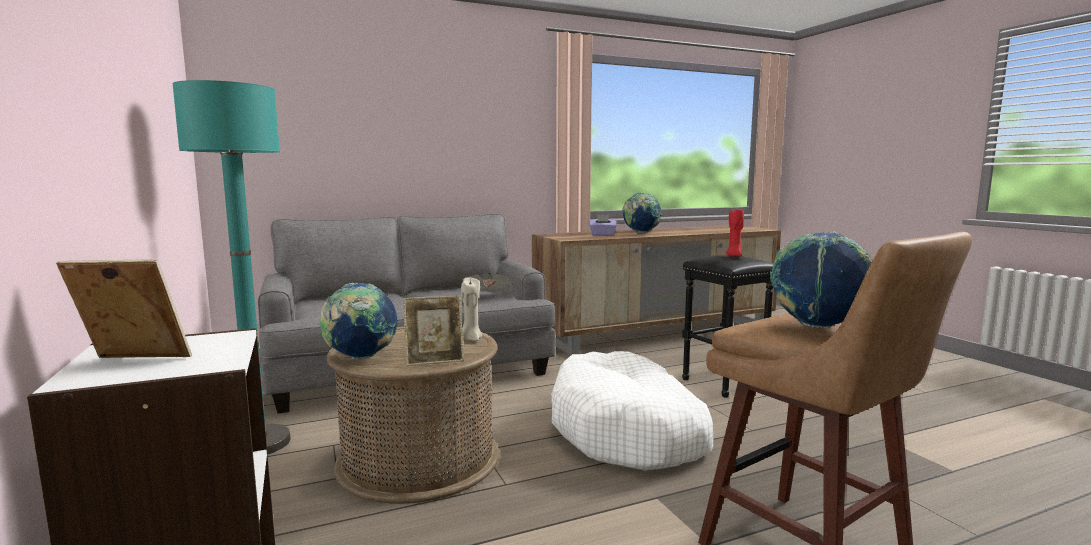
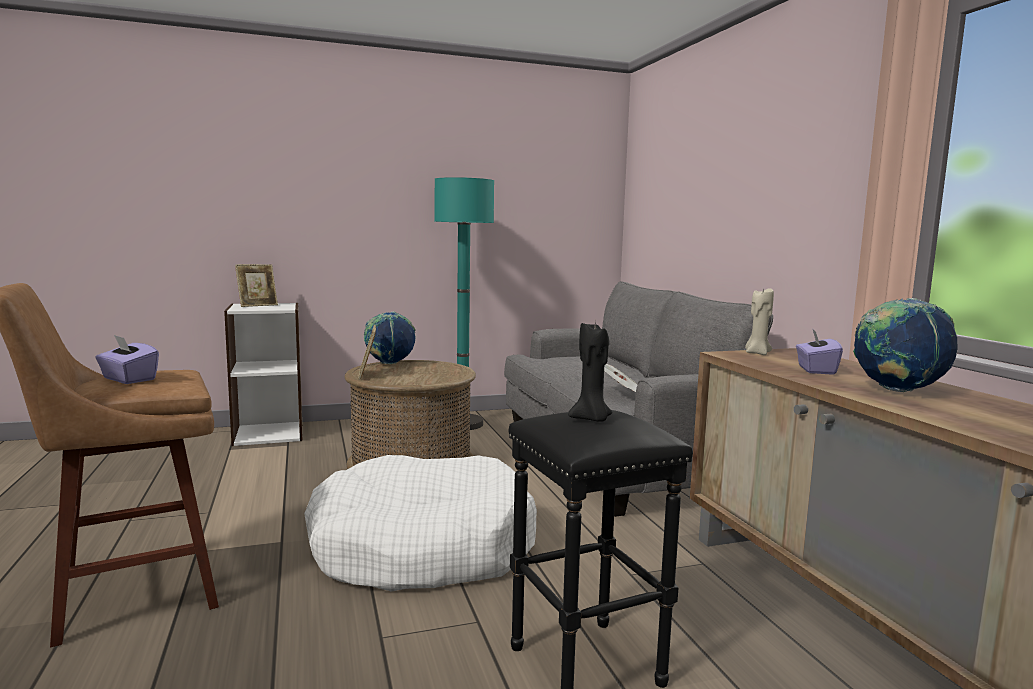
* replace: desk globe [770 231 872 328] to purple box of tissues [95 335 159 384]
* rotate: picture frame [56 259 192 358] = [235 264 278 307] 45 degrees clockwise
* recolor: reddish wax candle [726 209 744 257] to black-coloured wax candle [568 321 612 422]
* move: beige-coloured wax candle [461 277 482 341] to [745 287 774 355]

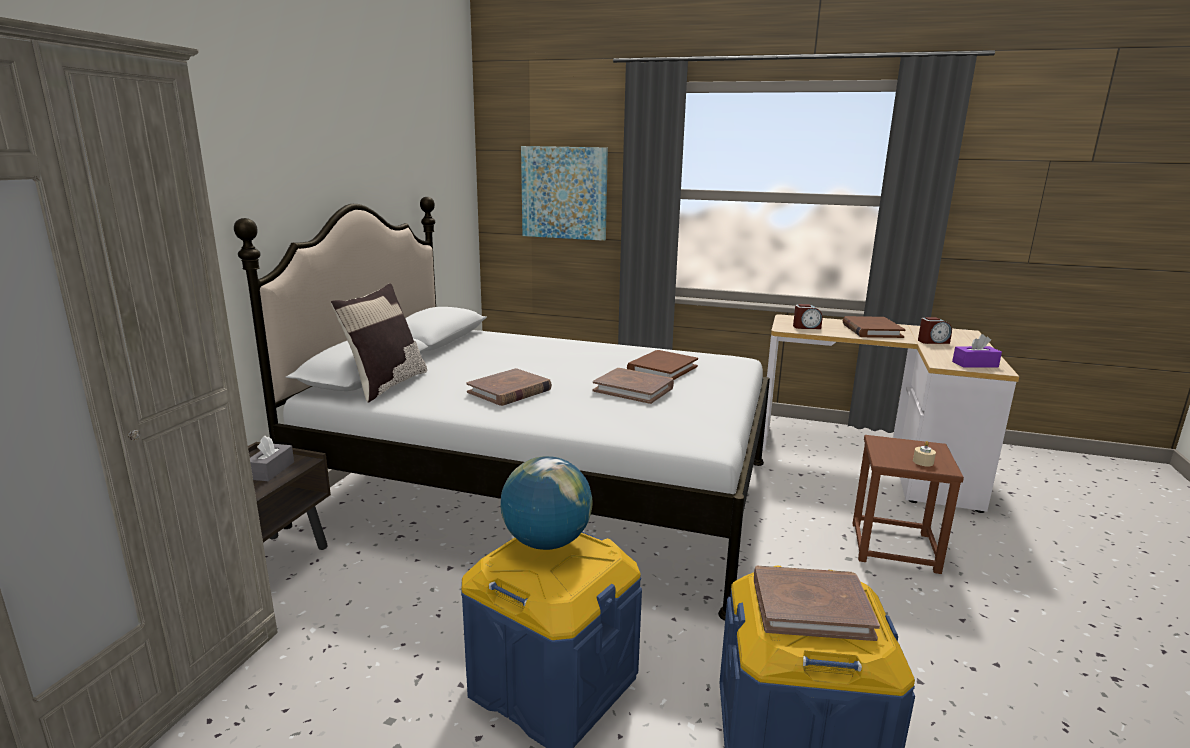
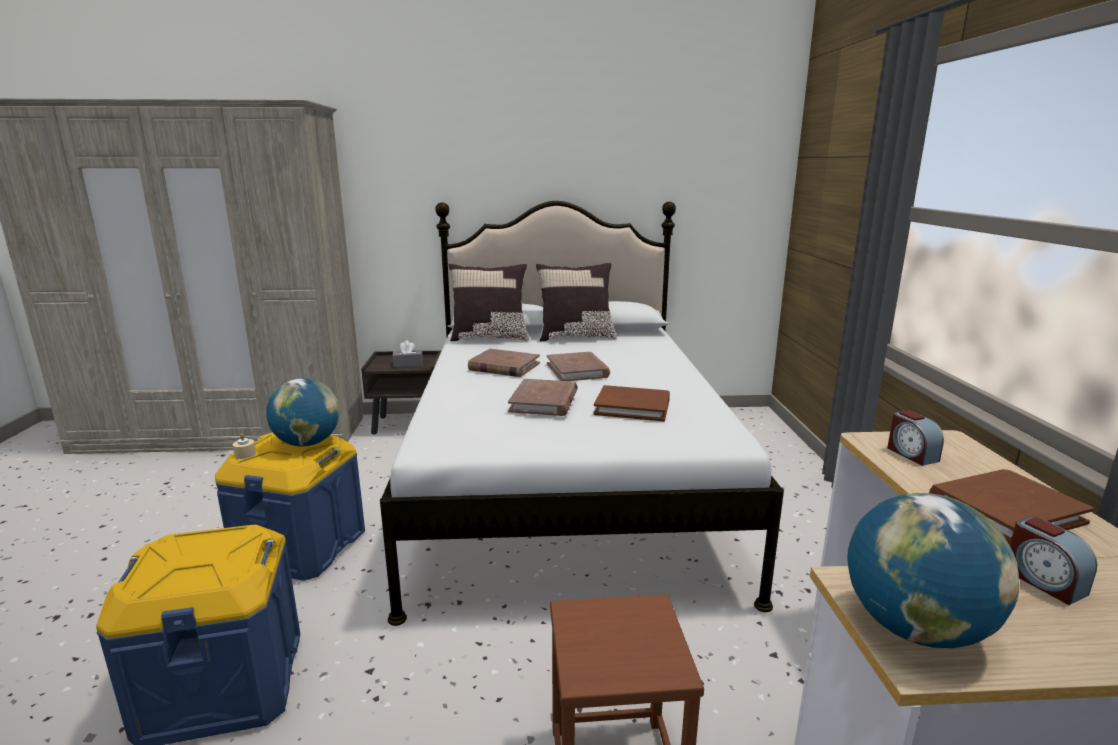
* move: beige-coloured wax candle [913 441 936 466] to [233 433 256 459]
* insert: pillow [536 263 617 341]
* move: brown book [754 566 880 641] to [547 352 610 381]
* replace: purple box of tissues [952 334 1002 368] to desk globe [847 493 1019 648]
* delete: wall picture [521 146 608 241]

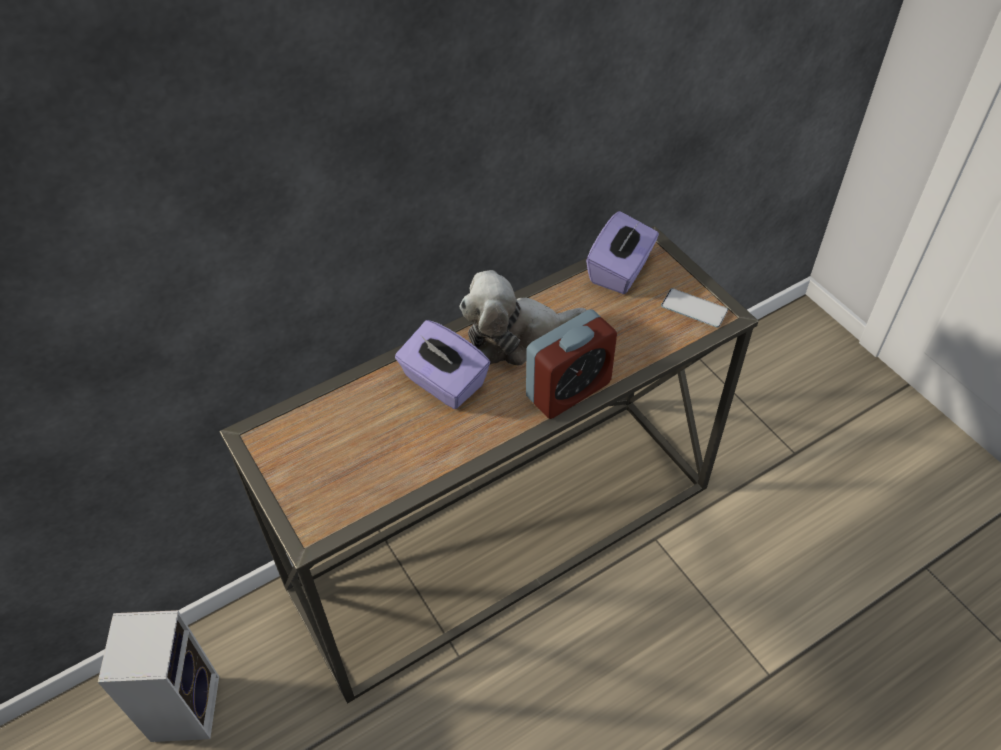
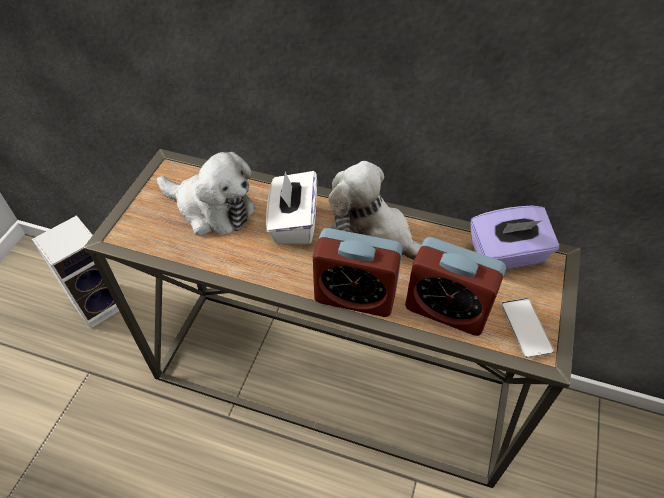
* insert: cuddly toy [157 152 255 235]
* recolor: purple box of tissues [395 320 490 409] to whitish box of tissues [266 171 317 244]
* insert: alarm clock [405 237 506 336]

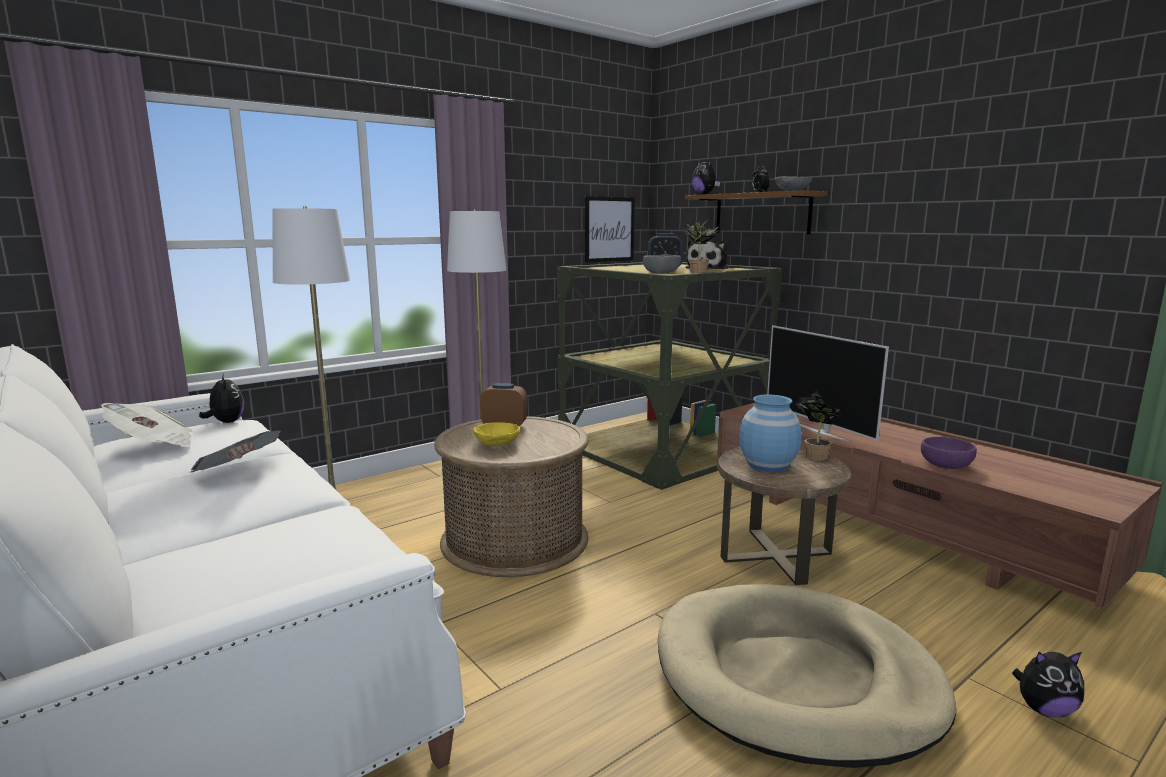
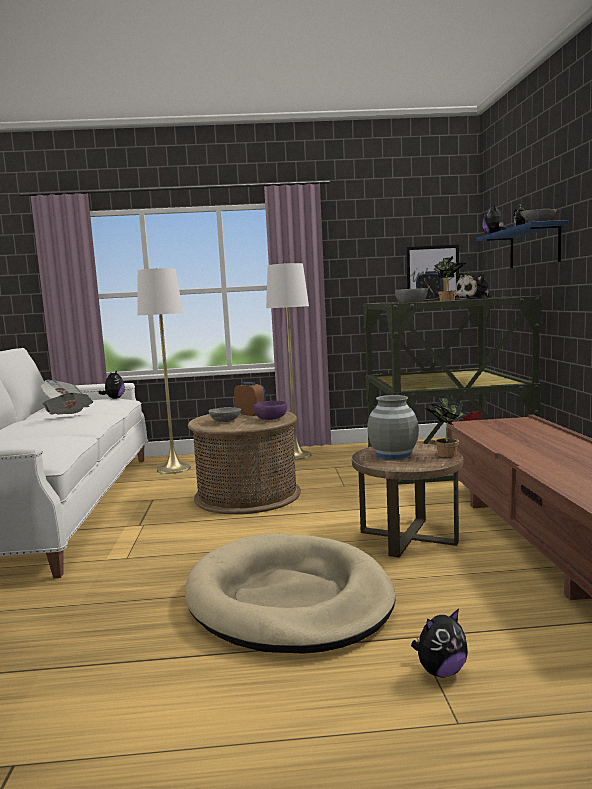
* recolor: yellowish serving bowl [473 422 520 446] to grey serving bowl [208 407 241 422]
* move: purple serving bowl [921 437 977 469] to [254 401 287 420]
* recolor: bluish flower vase [739 394 802 472] to grey flower vase [367 395 419 459]
* rotate: cuddly toy [1012 652 1084 717] = [411 609 468 677] 60 degrees counterclockwise
* recolor: brown wall shelf [685 190 827 234] to bluish wall shelf [476 220 569 268]
* delete: TV set [767 325 889 442]

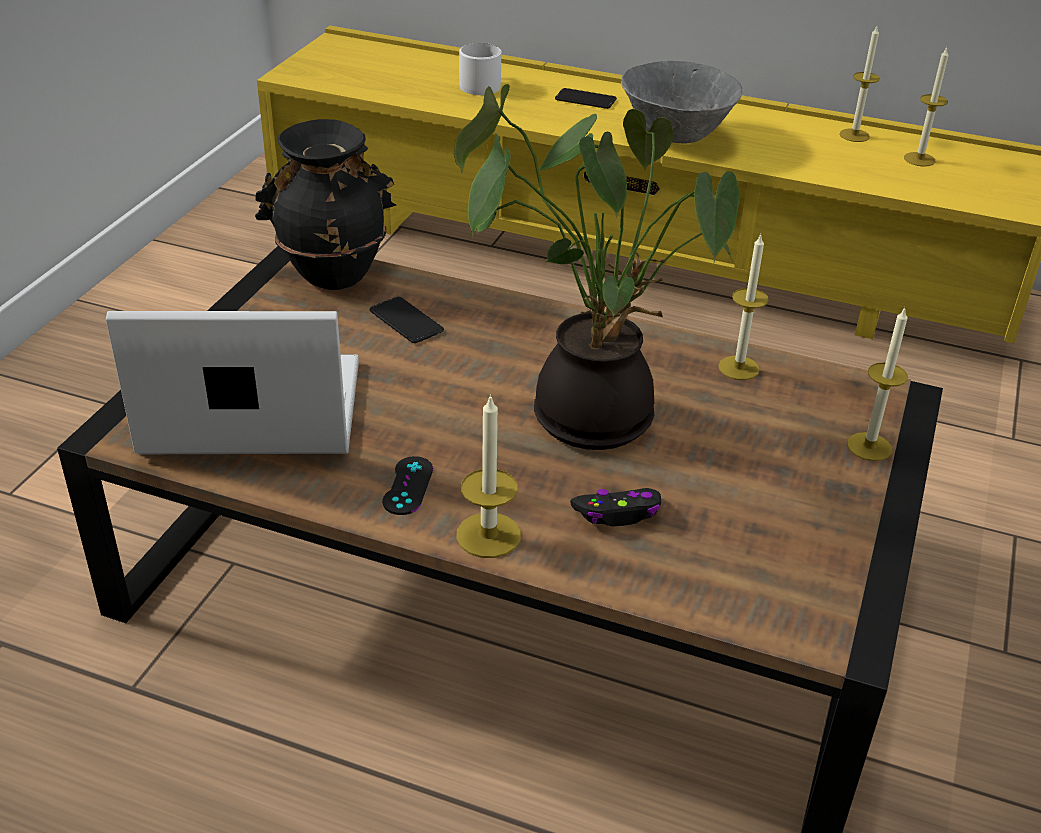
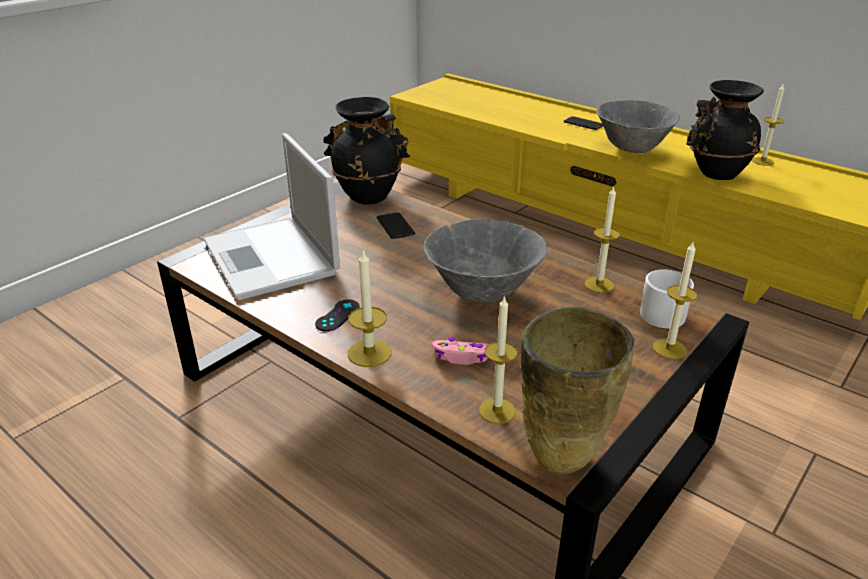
* rotate: notebook computer [106 311 359 454] = [203 133 340 300] 135 degrees counterclockwise
* replace: houseplant [454 84 740 450] to grey serving bowl [424 219 547 303]
* recolor: black-coloured joypad [570 488 661 526] to pinkish joypad [432 337 488 365]
* move: wax candle [904 48 949 167] to [479 295 517 424]
* insert: beige-coloured flower vase [520 307 635 474]
* move: whitish mug [459 43 501 95] to [640 269 694 328]
* insert: black-coloured flower vase [686 80 764 180]

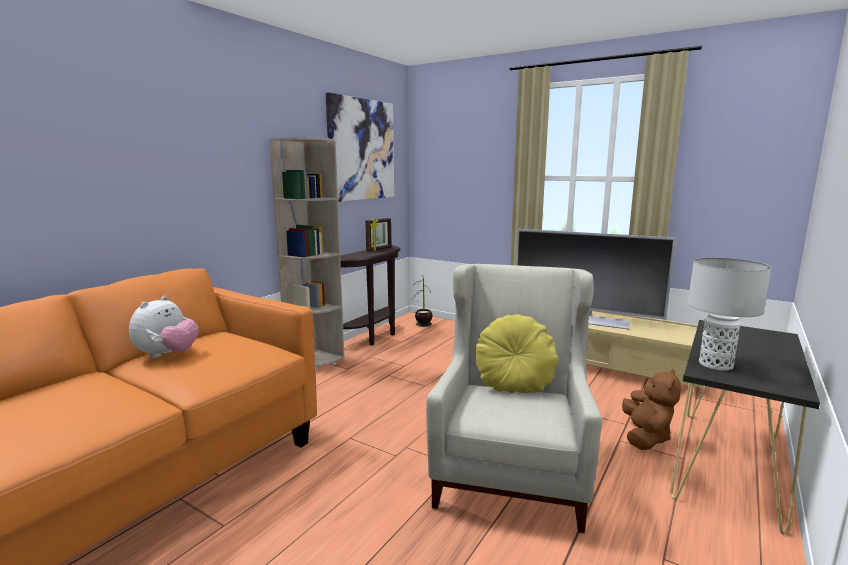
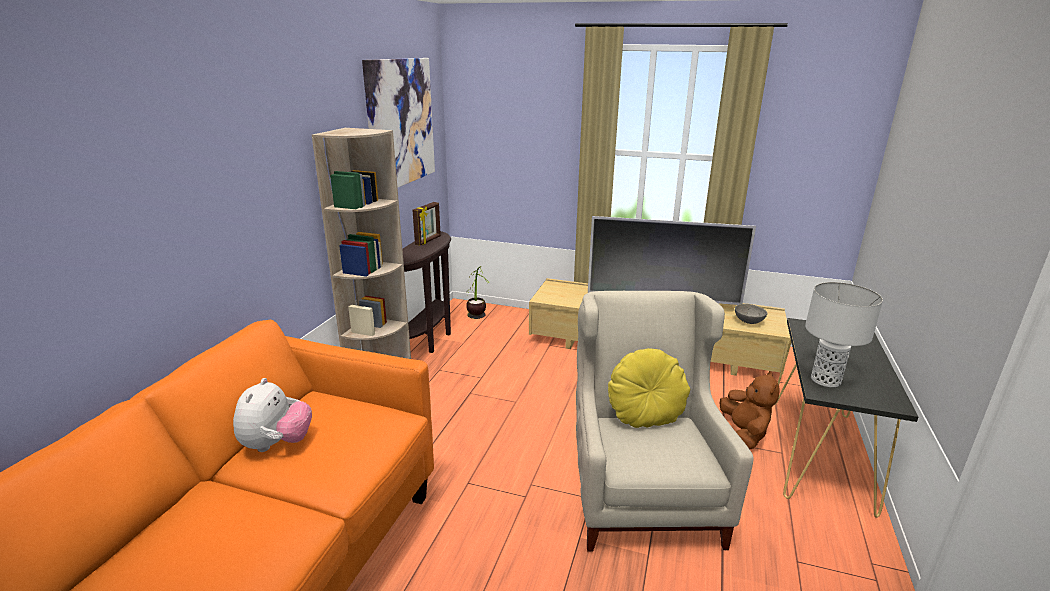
* insert: grey serving bowl [735 304 767 324]

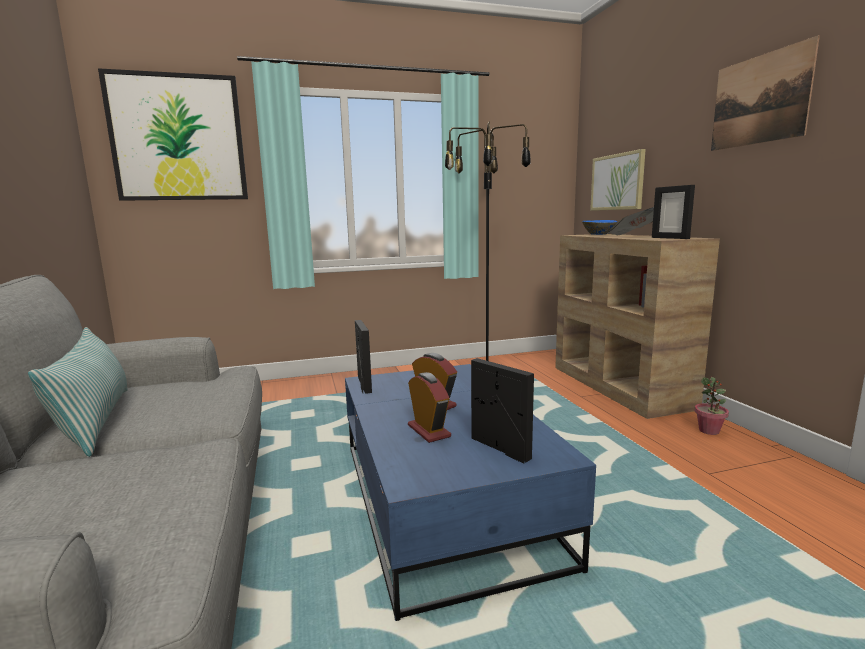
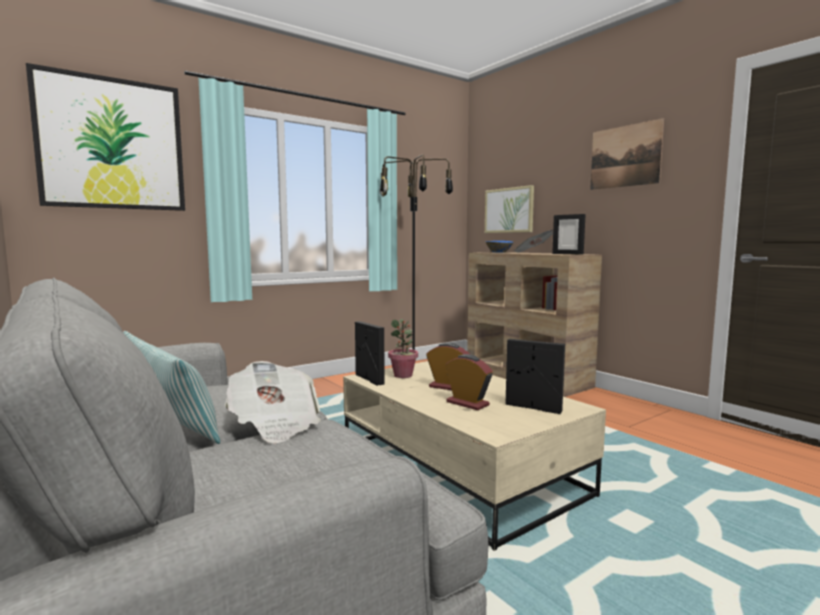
* insert: newspaper [225 361 321 443]
* recolor: bluish low table [345 364 596 621] to beige-coloured low table [343 361 606 551]
* move: houseplant [694 377 729 435] to [388 319 418 378]

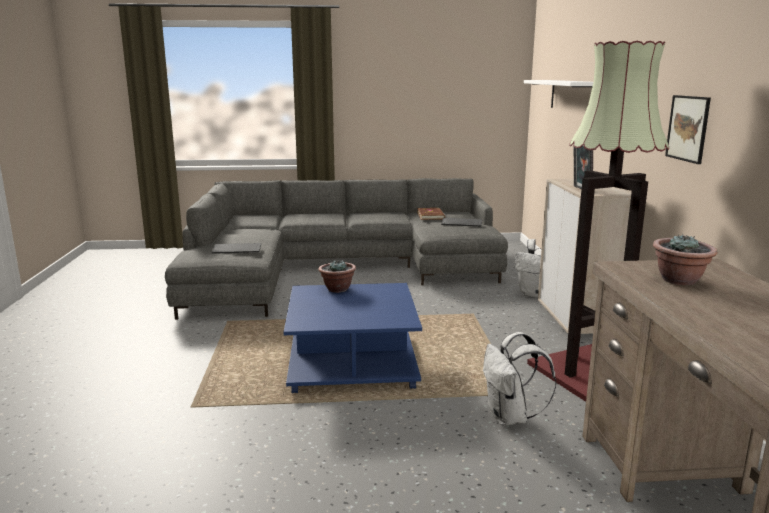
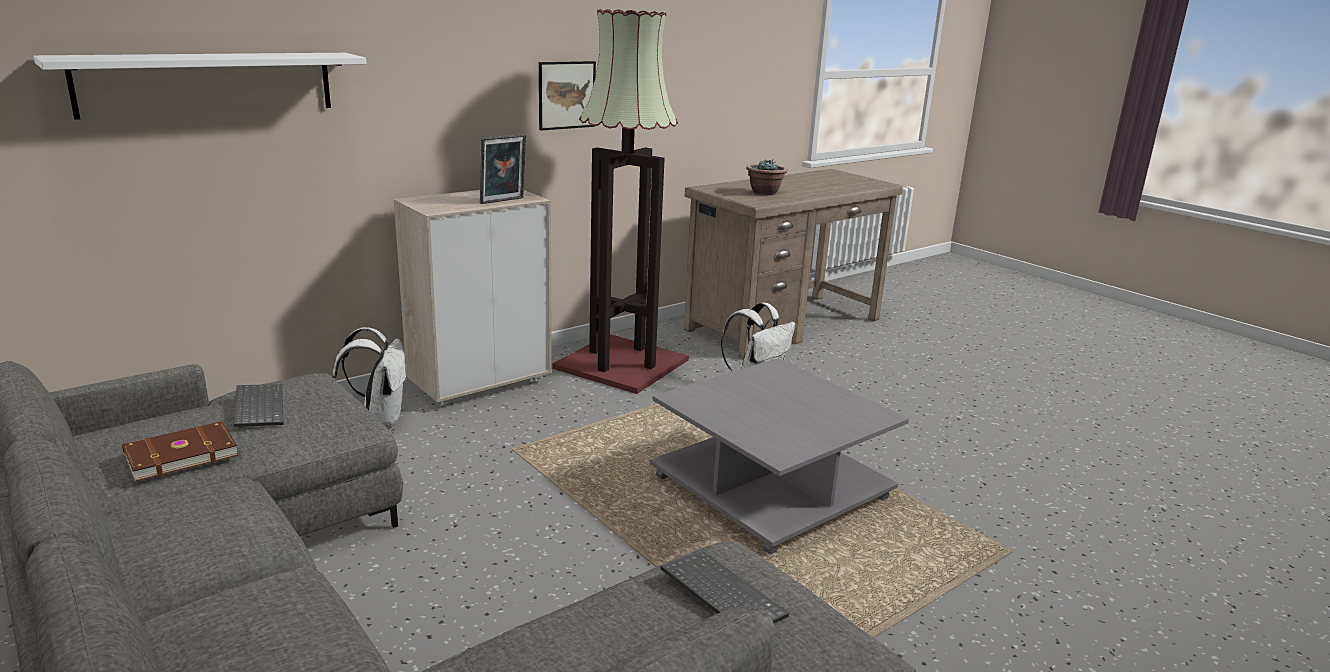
* recolor: bluish low table [284 283 422 393] to grey low table [650 358 909 555]
* delete: houseplant [318 260 356 293]

